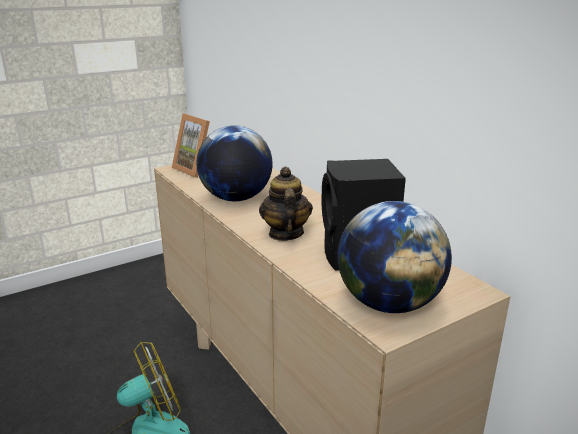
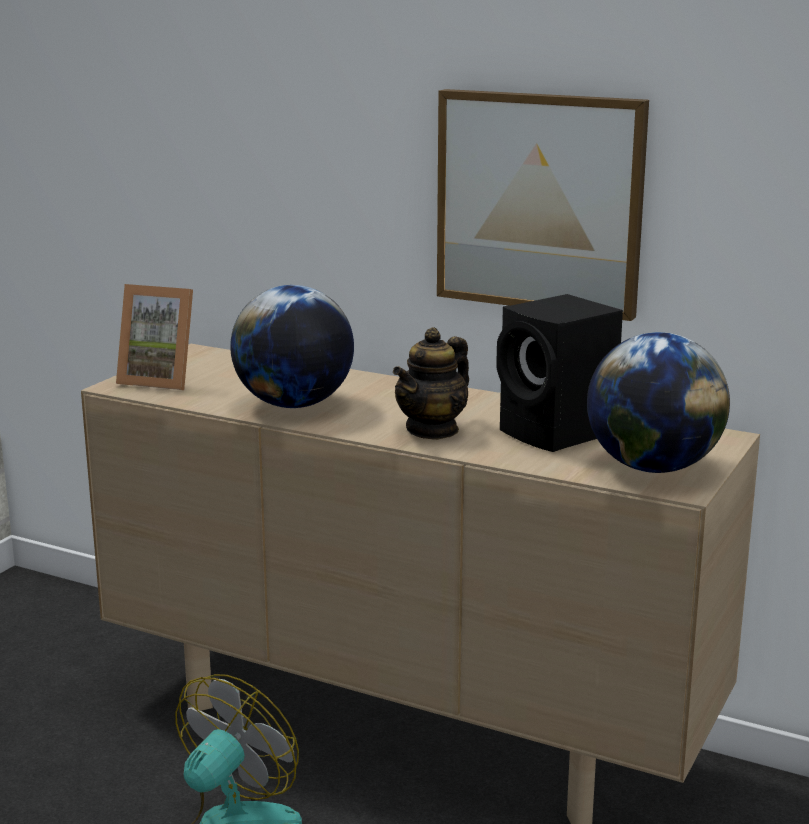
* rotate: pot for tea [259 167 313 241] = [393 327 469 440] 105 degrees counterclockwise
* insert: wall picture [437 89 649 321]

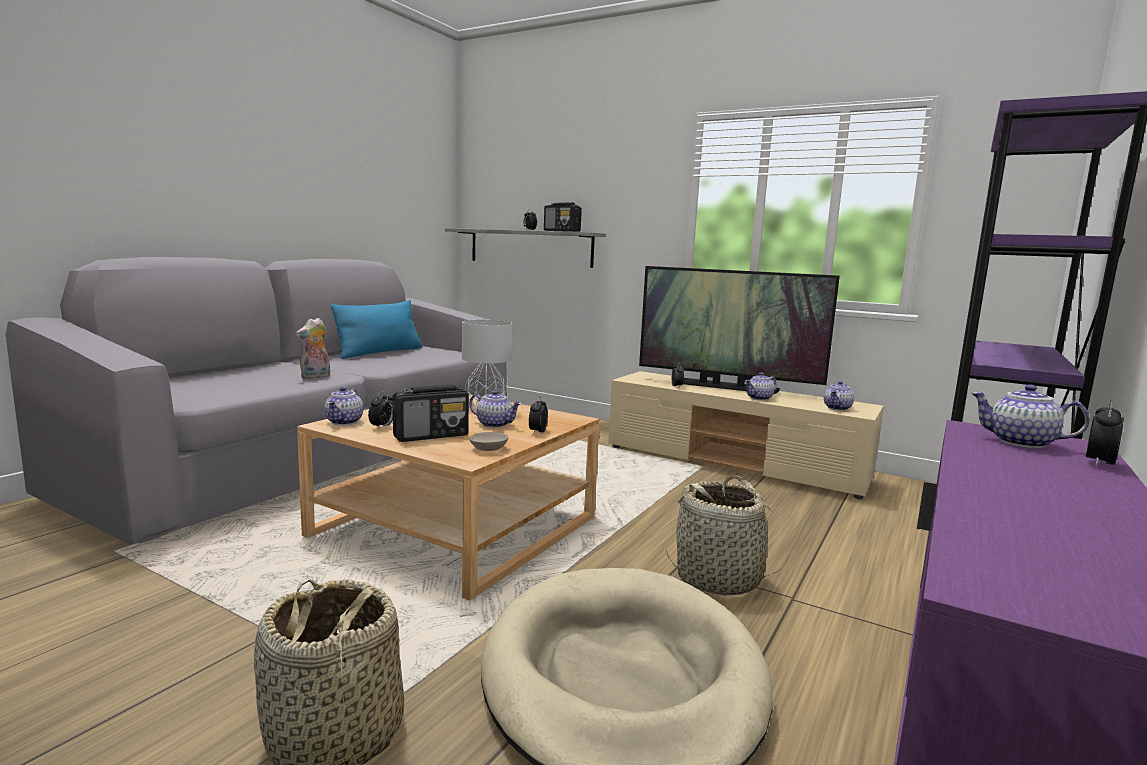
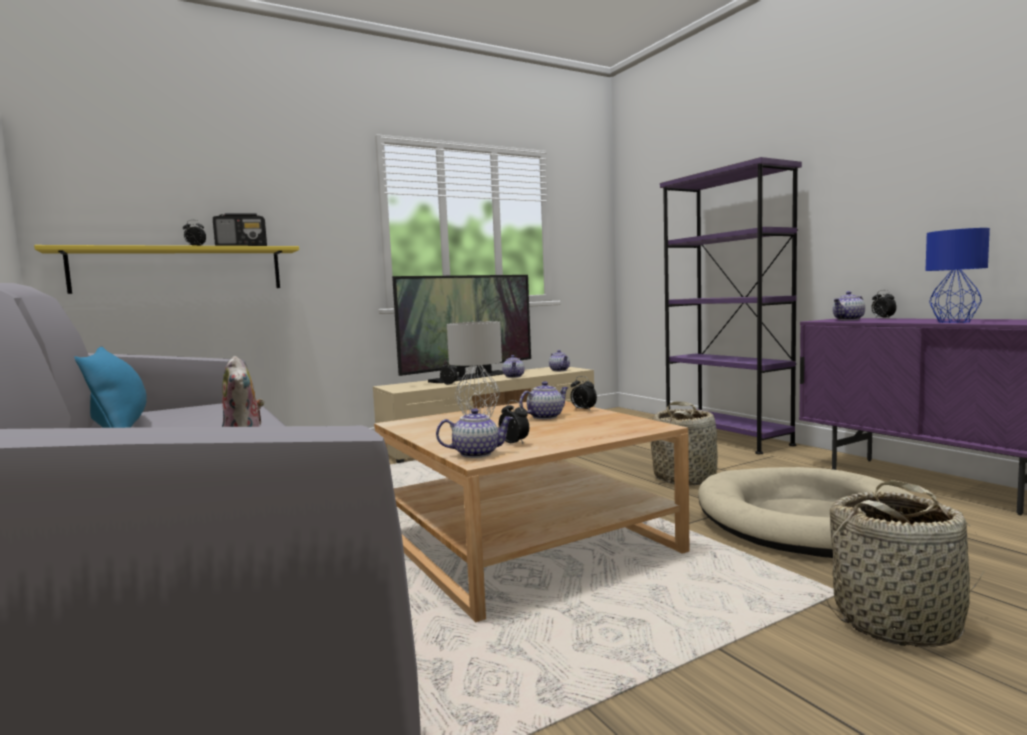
* recolor: grey wall shelf [445 228 606 268] to yellowish wall shelf [34 245 299 294]
* rotate: pot for tea [324 387 363 425] = [436 408 513 458] 45 degrees counterclockwise
* insert: bluish lamp for a table [925 228 990 323]
* delete: radio receiver [393 385 469 442]
* delete: beige-coloured serving bowl [469 432 508 451]

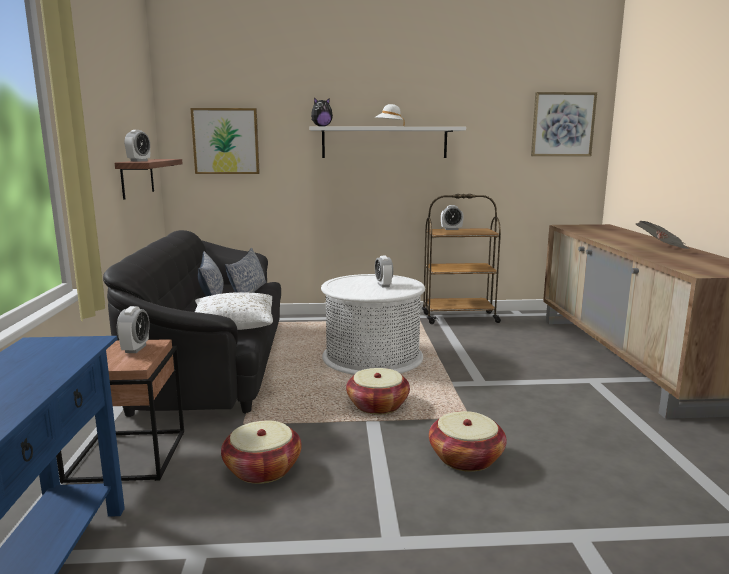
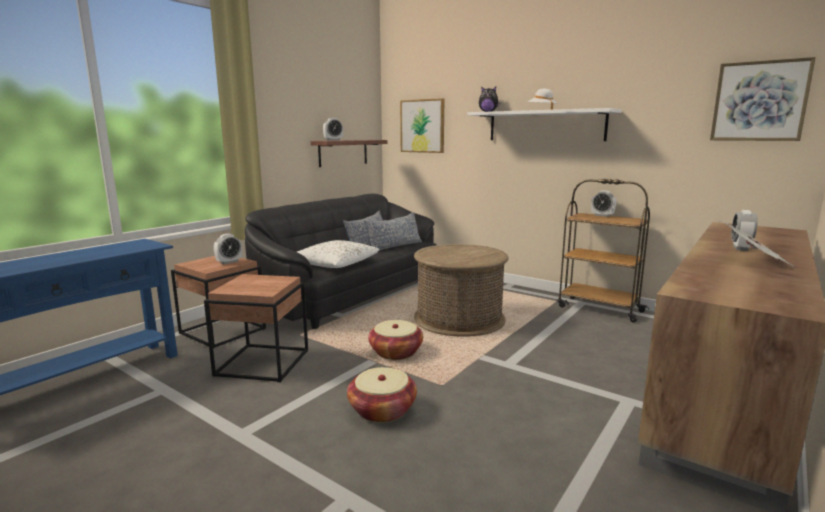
* replace: basket [221 420 302 484] to brown side table [204 274 308 382]
* recolor: whitish low table [321 274 425 375] to brown low table [414 244 508 337]
* move: alarm clock [375 256 393 288] to [731 210 758 251]

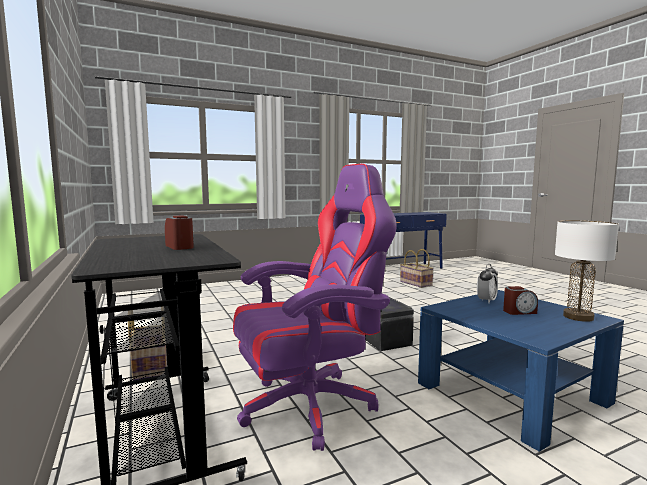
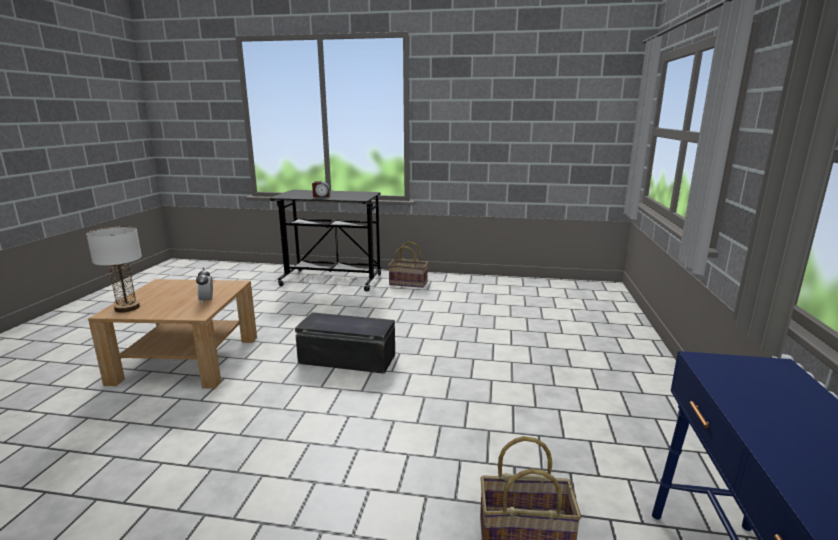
* recolor: bluish low table [418 290 624 452] to brown low table [88 279 257 389]
* delete: purple office chair [233 164 397 451]
* delete: alarm clock [503 286 538 315]

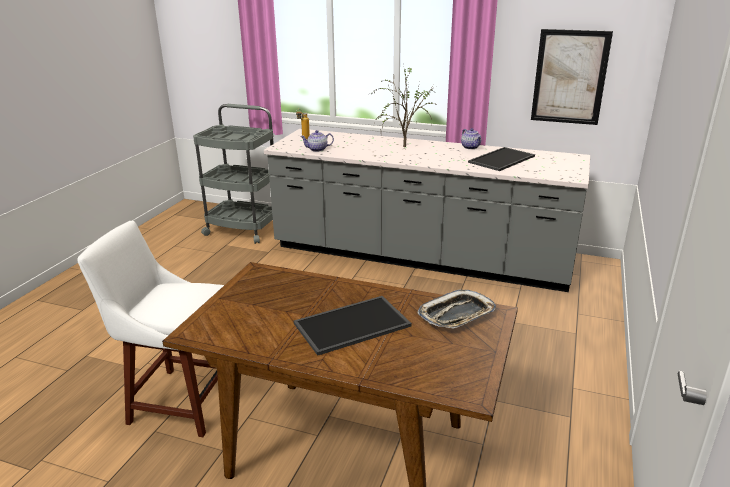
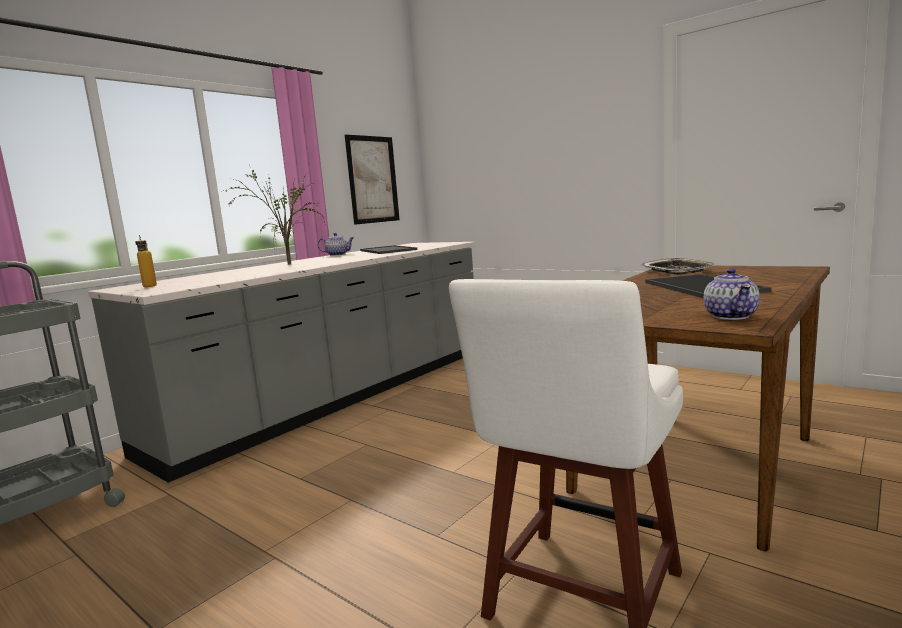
* move: pot for tea [300 130 334 152] to [704 268 760 320]

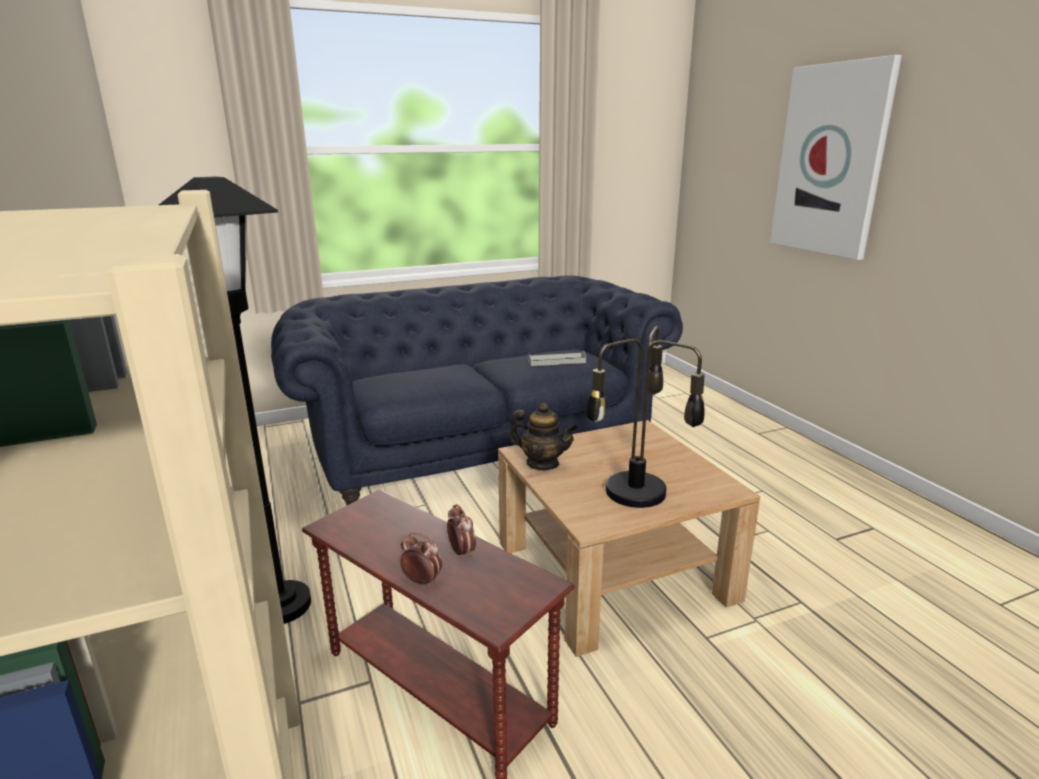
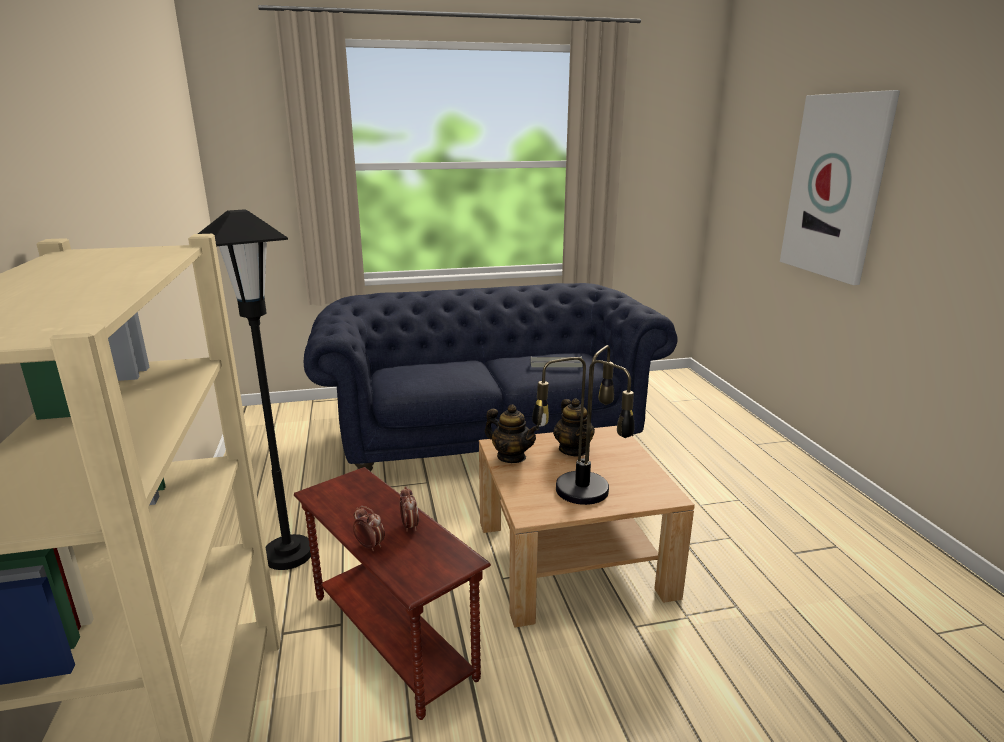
* insert: pot for tea [553 398 595 457]

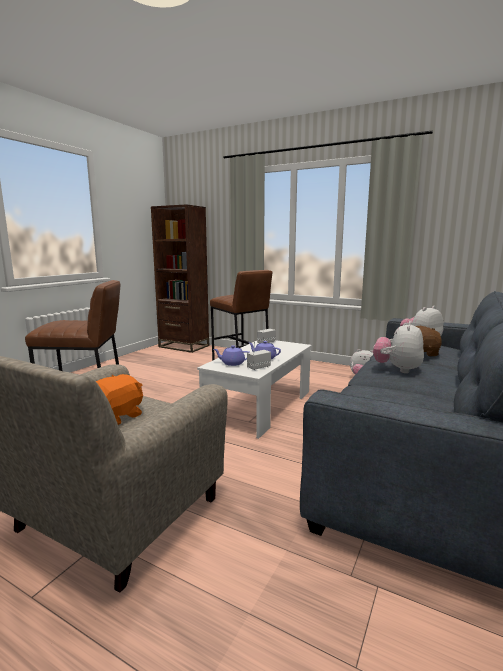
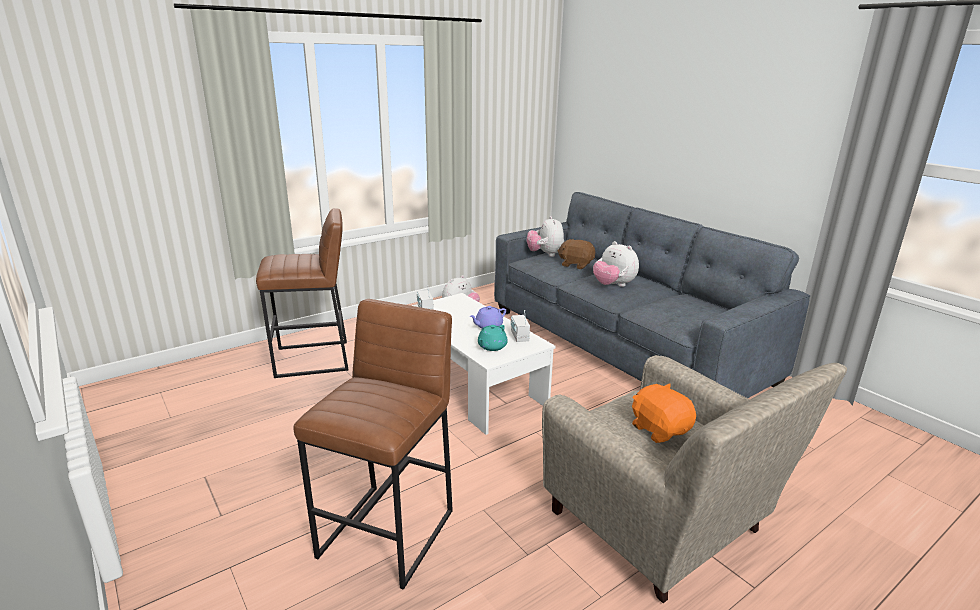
* recolor: purple pot for tea [213 345 250 366] to turquoise pot for tea [478 325 508 351]
* delete: brown bookshelf [151 204 209 353]

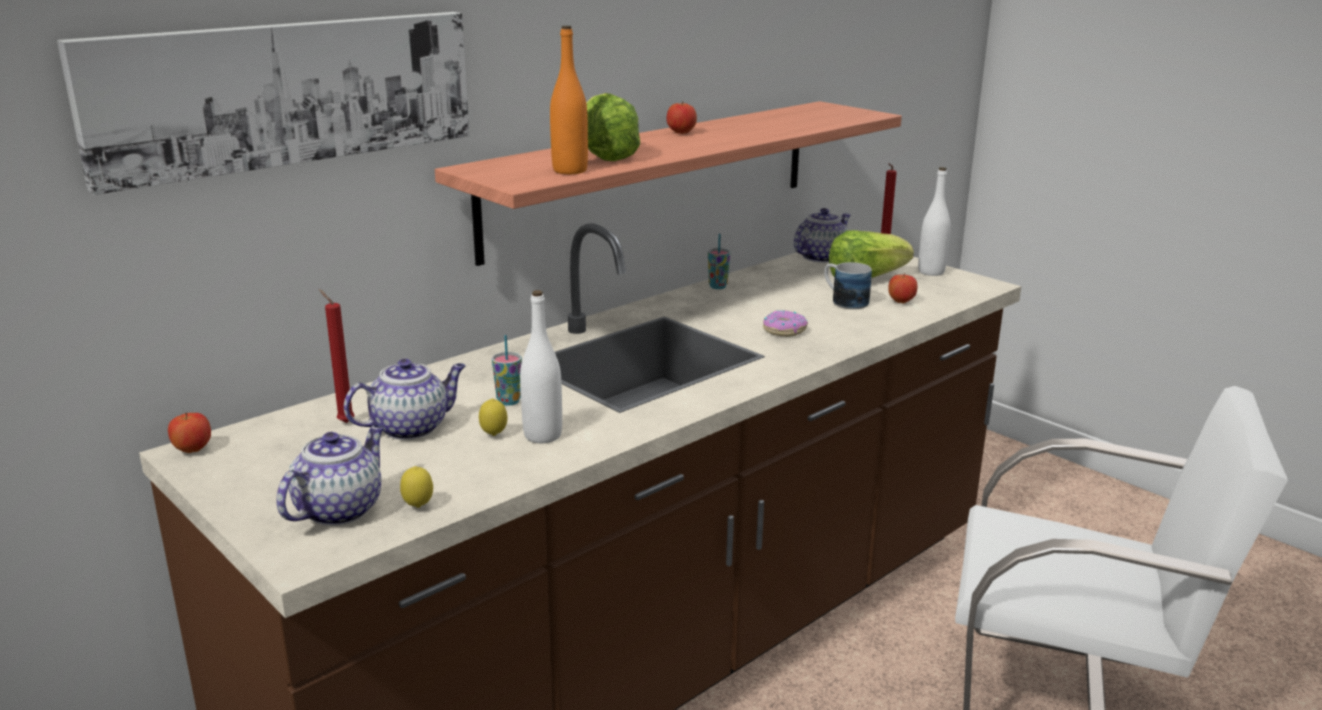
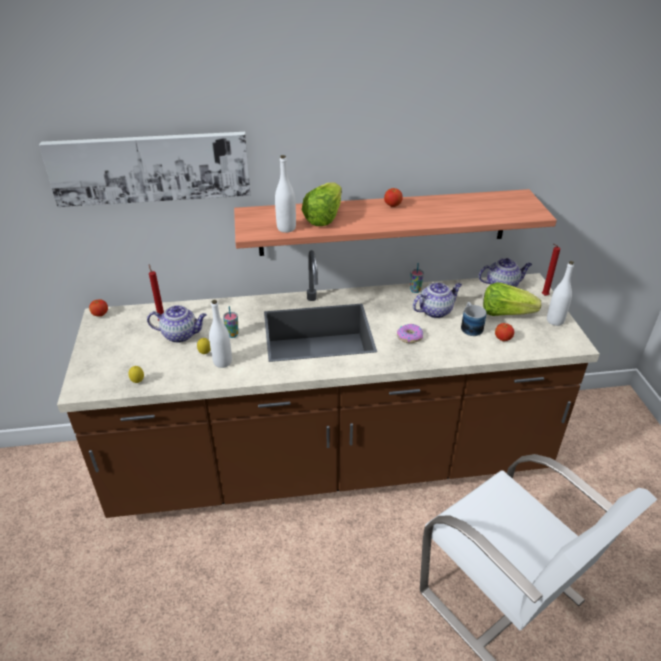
* recolor: orangey bottle [550 26 588 174] to whitish bottle [275 155 296 233]
* move: pot for tea [276 425 384 526] to [413 283 462 318]

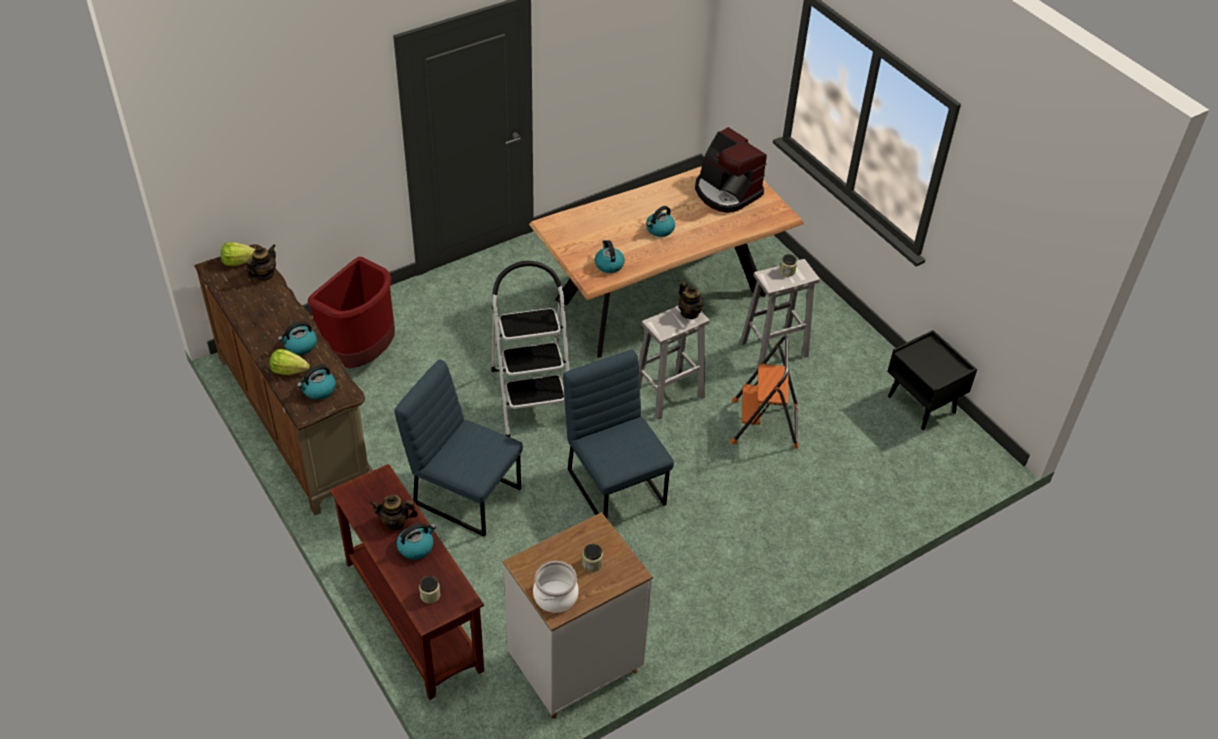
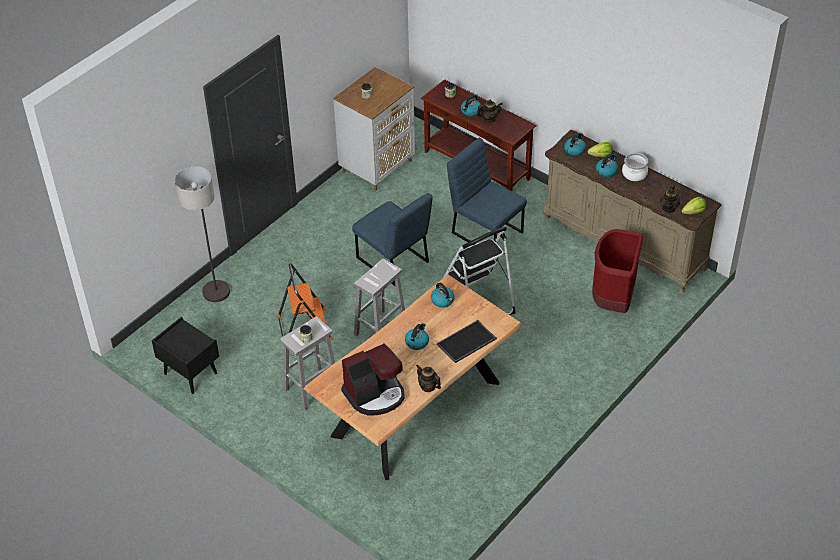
* insert: grey standard lamp [175 166 230 302]
* rotate: coffee brewer [695 127 767 213] = [341 343 405 416] 120 degrees clockwise
* move: pot for tea [678 282 703 319] to [416 365 441 392]
* insert: carrying tray [437 320 497 363]
* rotate: bluish plain chair [394 359 523 537] = [447 138 527 245] 150 degrees counterclockwise
* move: stockpot [533 561 579 613] to [622 153 648 181]

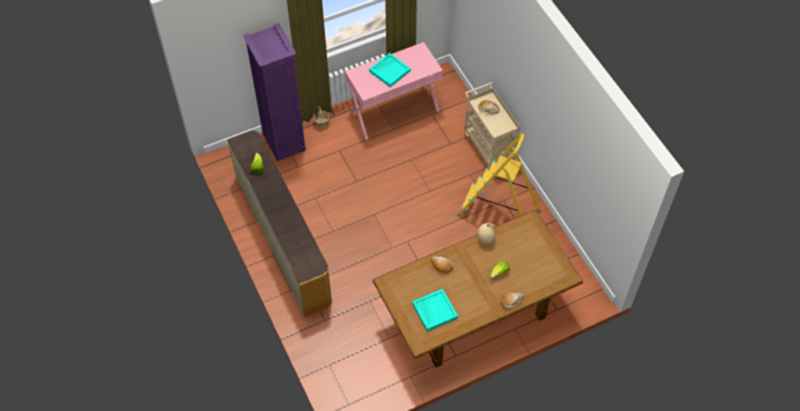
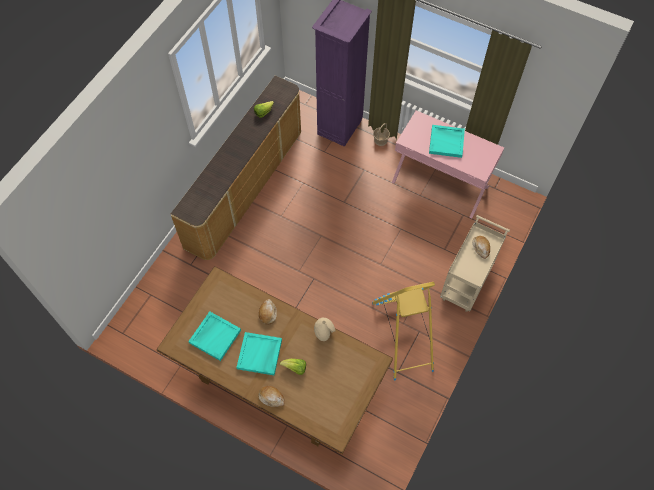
* insert: turquoise carrying tray [236 332 282 375]

